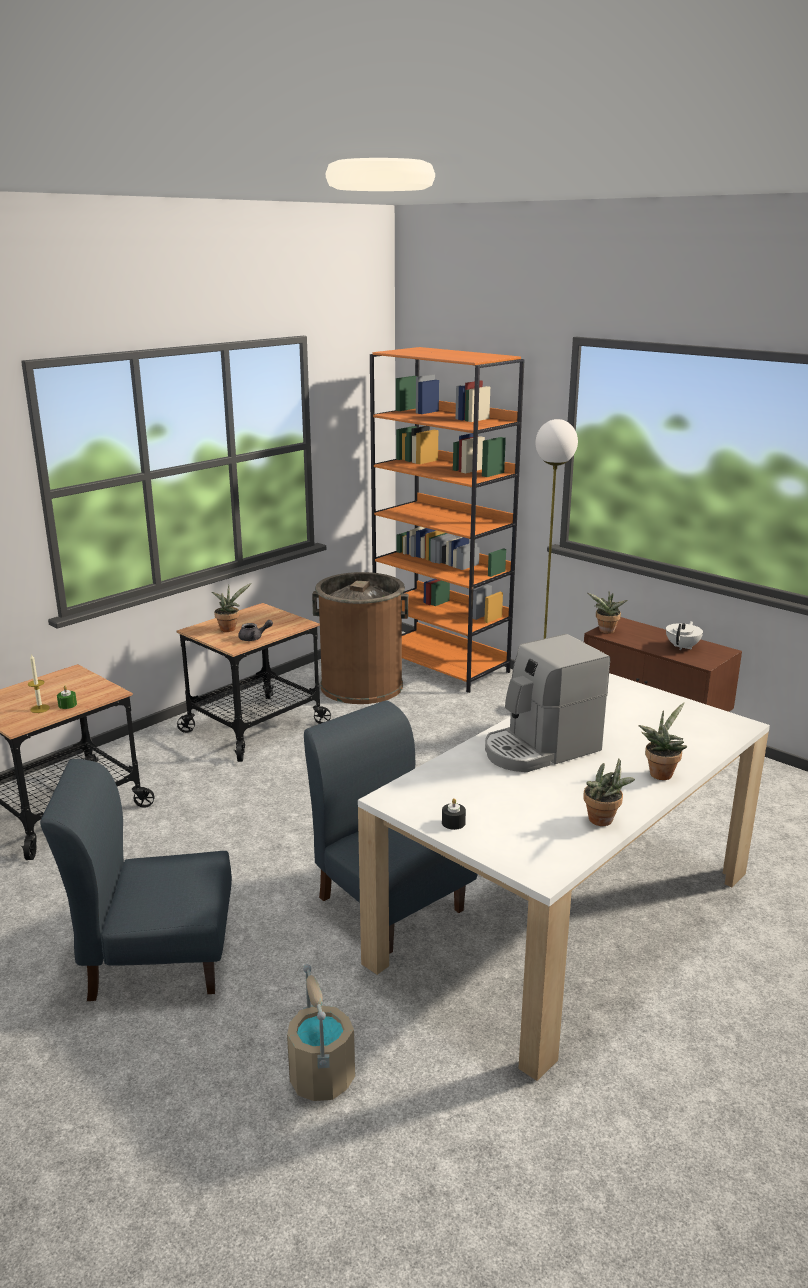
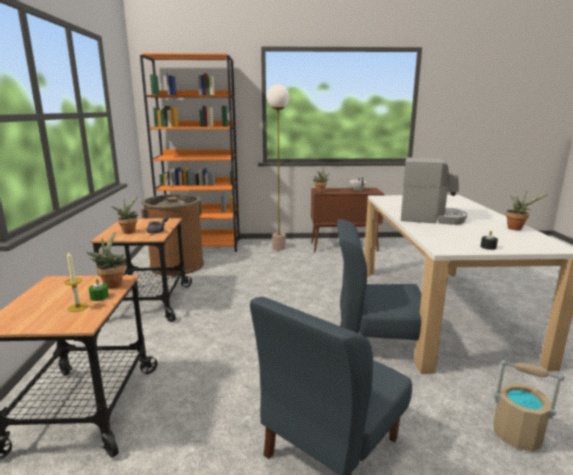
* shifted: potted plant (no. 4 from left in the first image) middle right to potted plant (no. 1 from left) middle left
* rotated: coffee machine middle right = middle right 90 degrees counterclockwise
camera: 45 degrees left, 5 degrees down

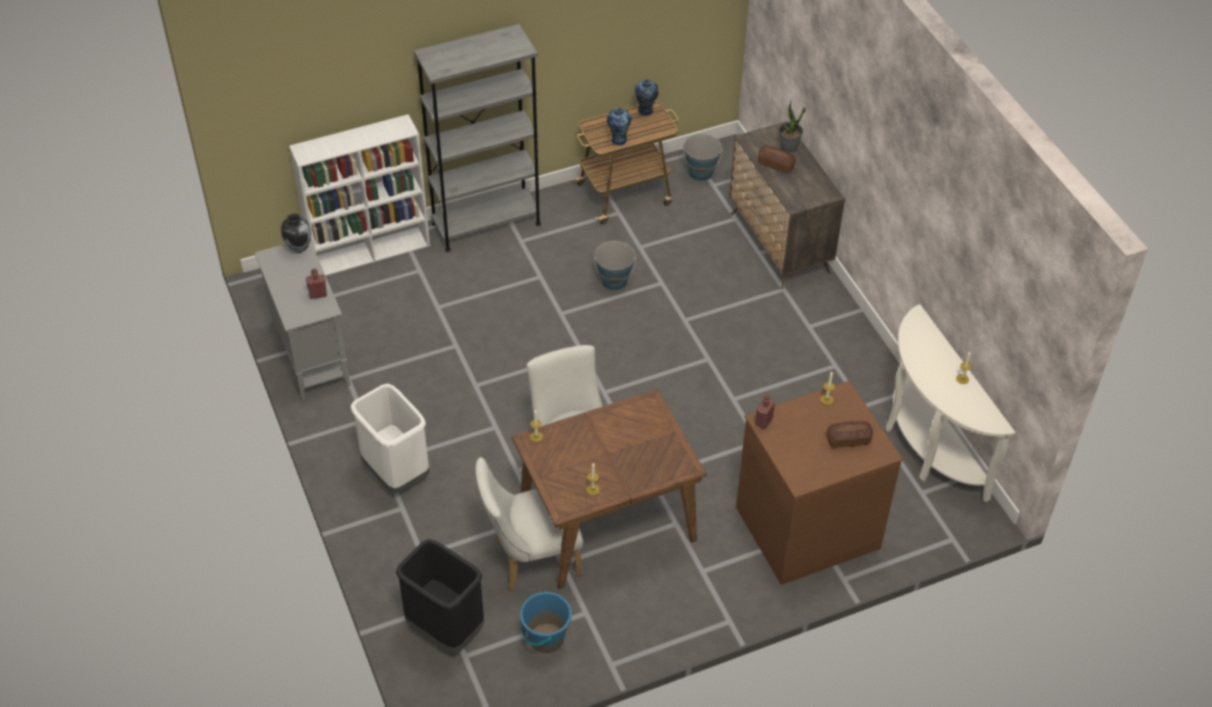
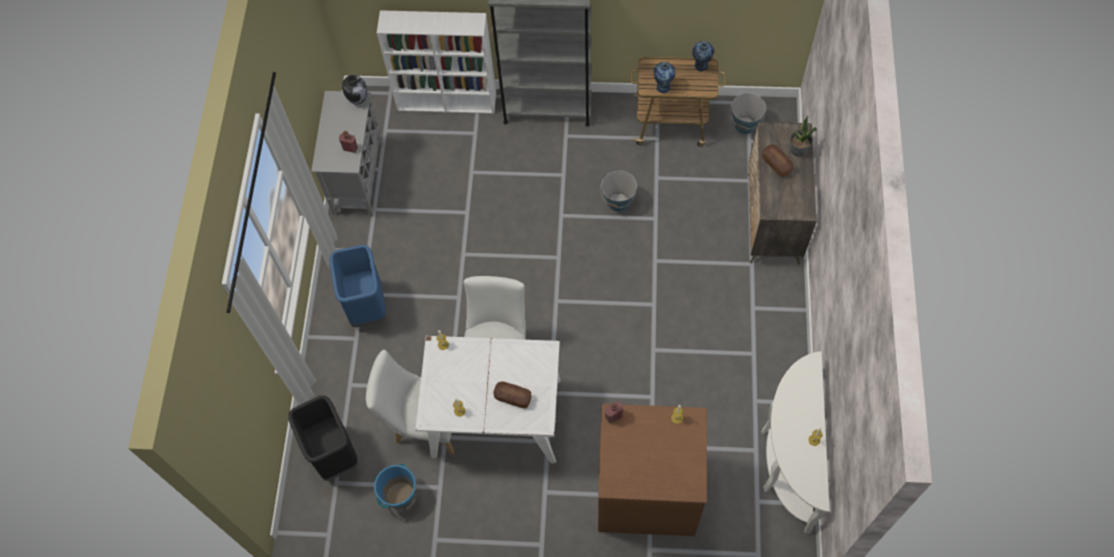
* repainted: white trash can middle left to blue trash can middle left
* repainted: brown dining table bottom centre to white dining table bottom centre
* shifted: bread (no. 2 from left in the first image) middle right to bread (no. 1 from left) bottom centre
camera: 30 degrees right, 15 degrees up

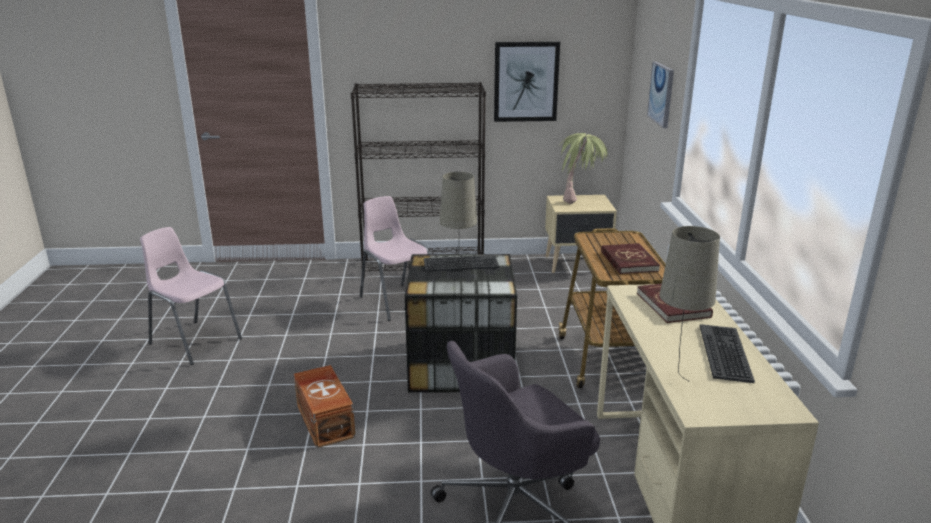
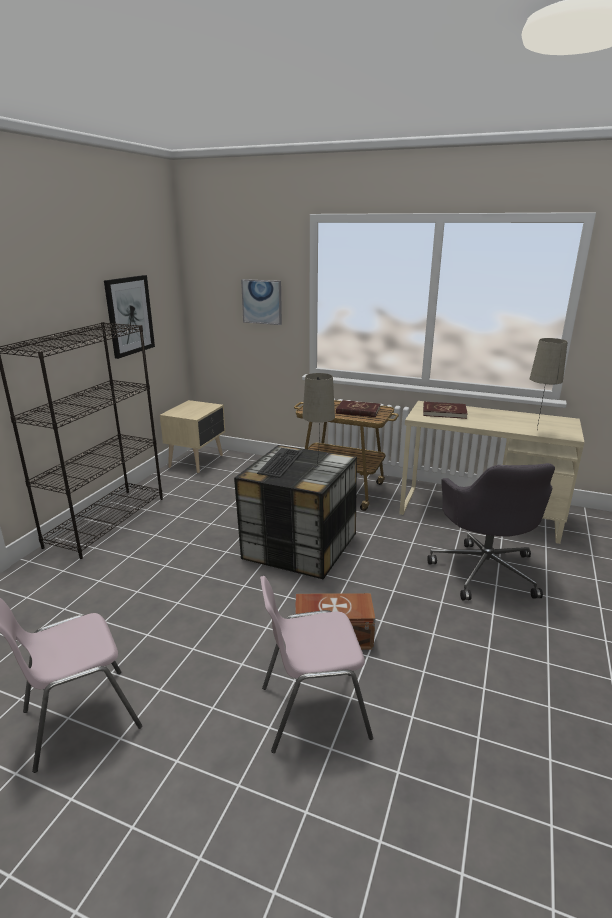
* shifted: pink chair (no. 2 from left) centre to bottom centre
* gone: potted plant top centre
* gone: keyboard (no. 2 from left) bottom right
camera: 65 degrees left, 0 degrees up

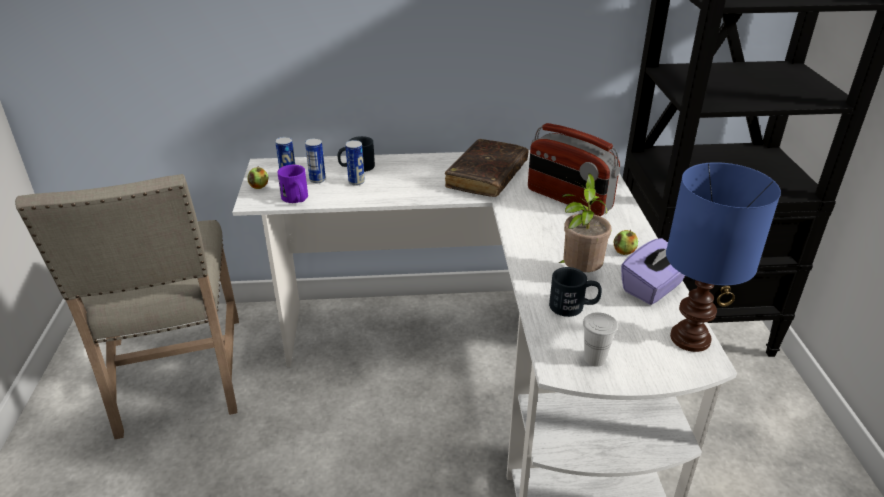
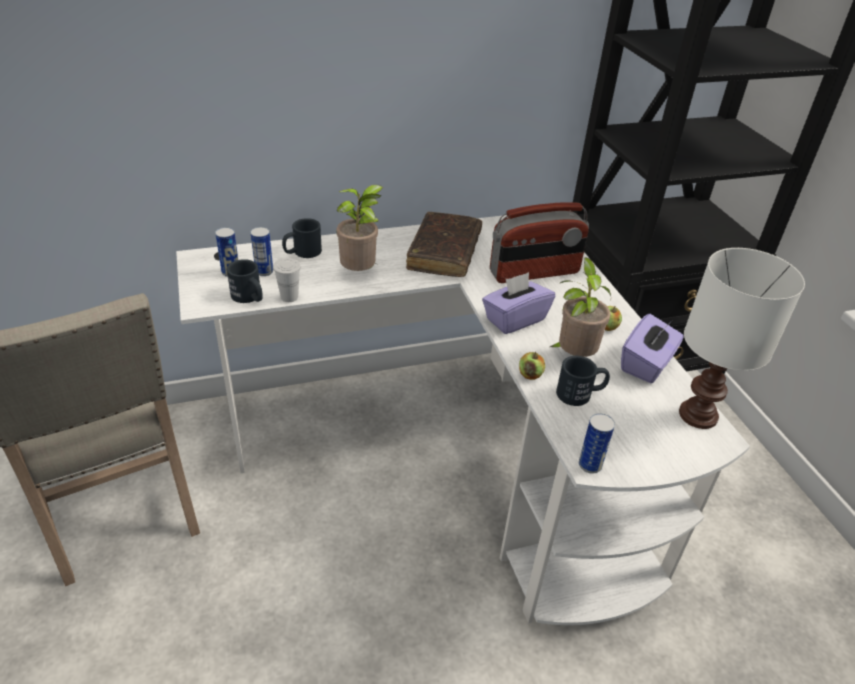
* repainted: purple mug middle left to black mug (no. 1 from left) middle left
* shifted: white cup bottom right to centre
* new: potted plant (no. 1 from left) centre
* new: purple tissue box (no. 1 from left) centre
* rotated: radio centre = centre 45 degrees counterclockwise
* shifted: apple (no. 1 from left) middle left to centre
* shifted: can (no. 3 from left) top centre to middle right
* repainted: blue table lamp middle right to white table lamp middle right
camera: 15 degrees left, 5 degrees up

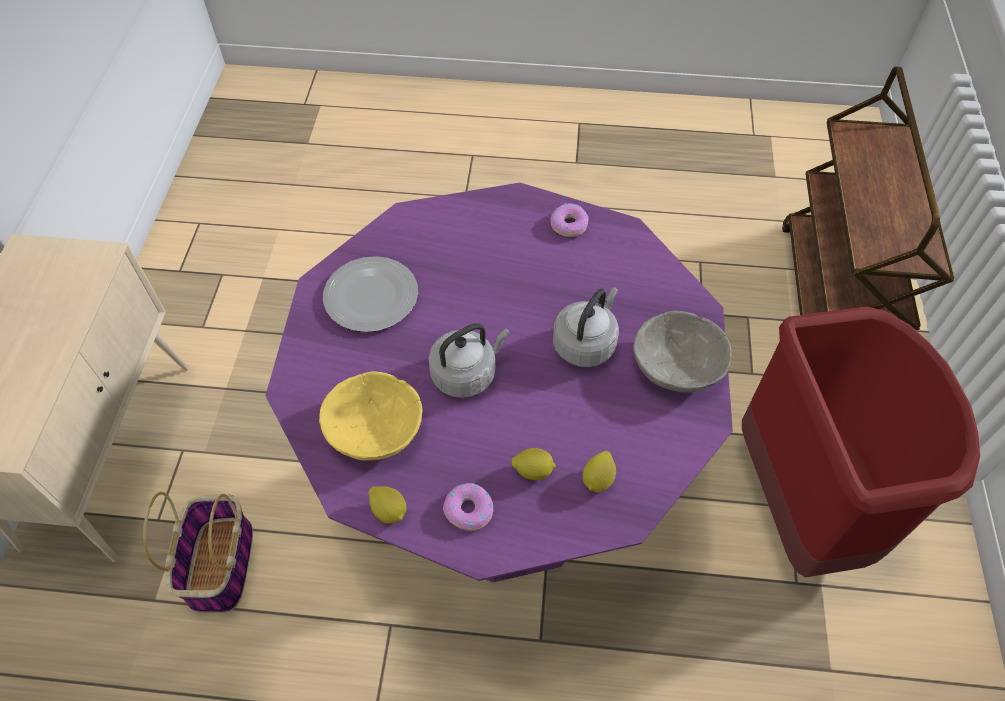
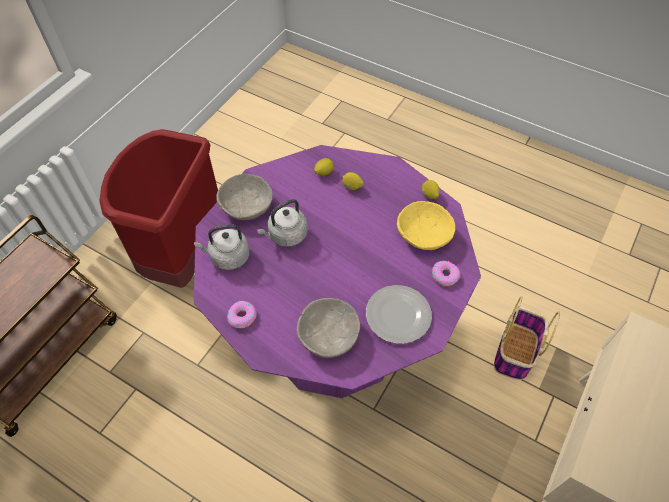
* shifted: grey kettle (no. 1 from left) centre to middle left
* new: grey bowl (no. 2 from left) centre
* shifted: donut (no. 1 from left in the first image) bottom centre to donut (no. 2 from left) middle right
camera: 155 degrees left, 0 degrees up

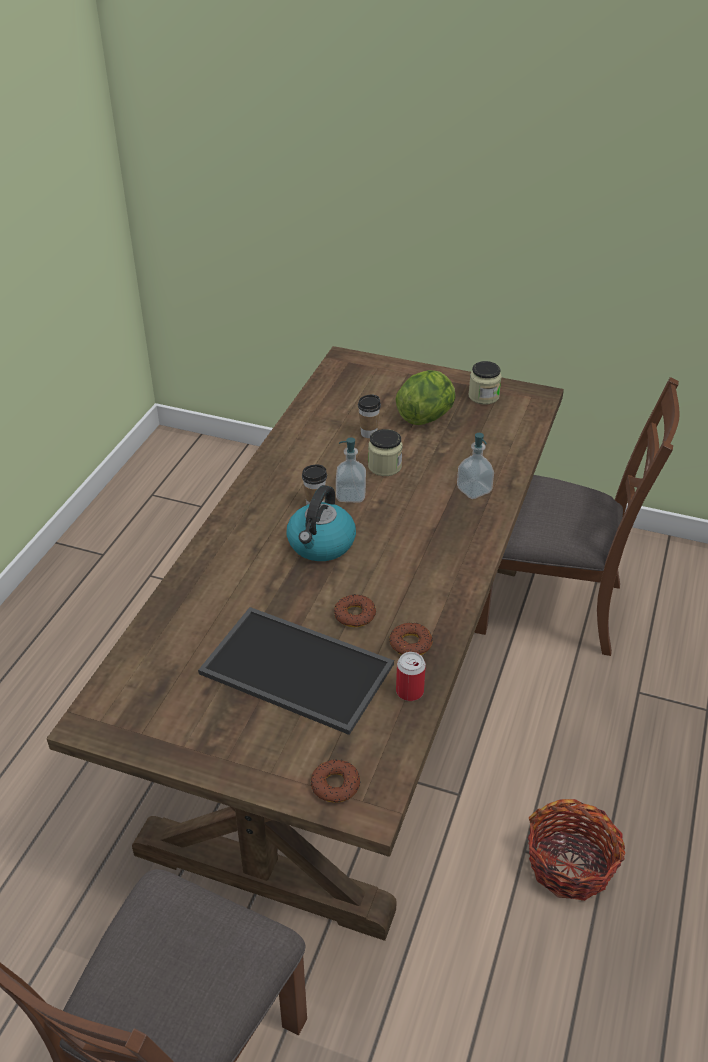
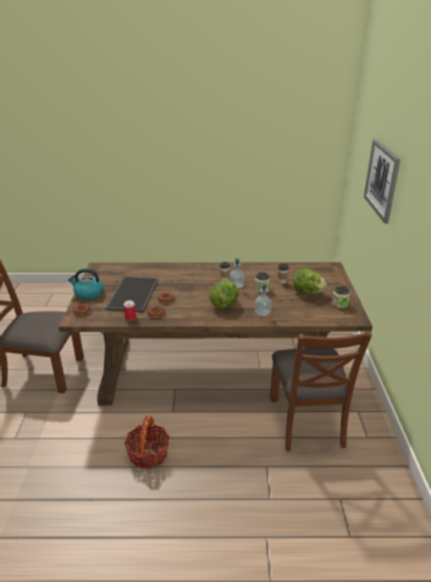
* shifted: kettle centre to middle left
* new: lettuce (no. 1 from left) centre
* new: picture top right
camera: 70 degrees right, 10 degrees down

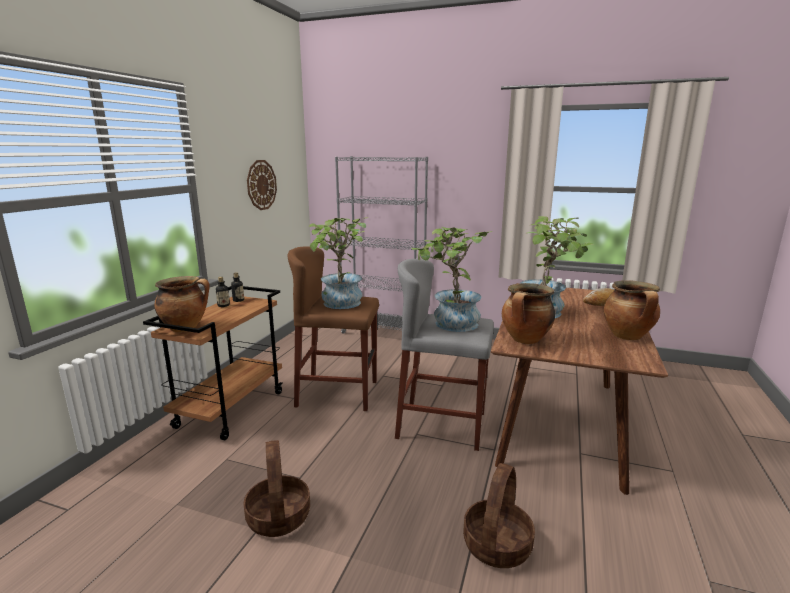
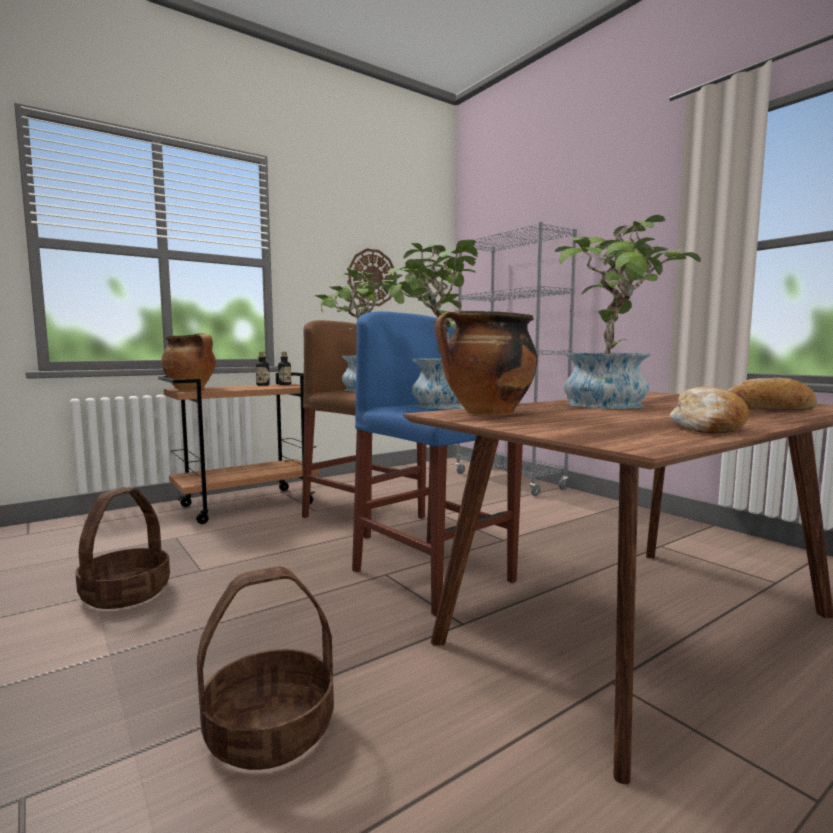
* repainted: grey stool centre to blue stool centre
* swapped: cooking pot (no. 3 from left) middle right to bread (no. 1 from left) middle right
camera: 35 degrees right, 10 degrees down

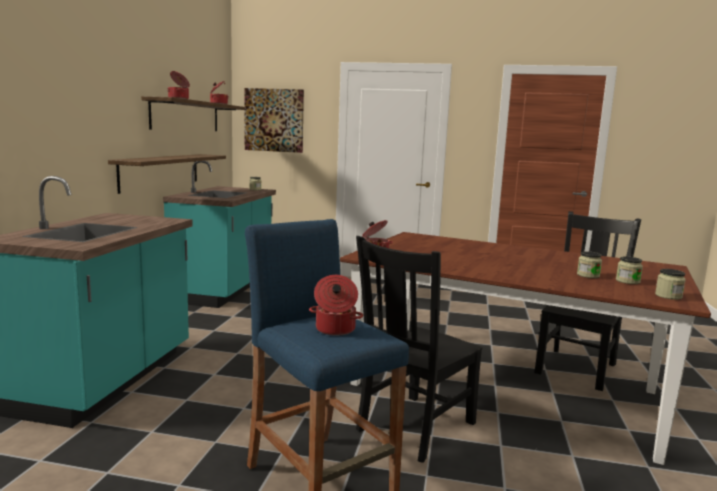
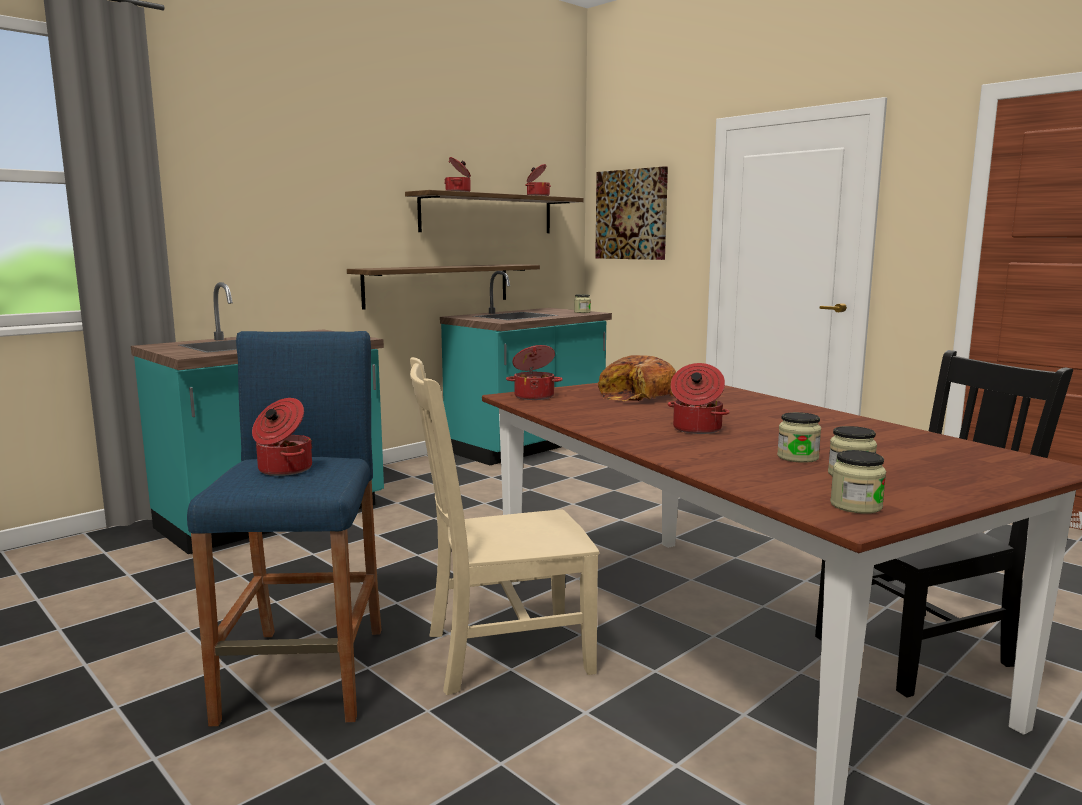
* repainted: black chair (no. 1 from left) bottom centre to beige chair centre
* new: bread centre
* new: cooking pot (no. 5 from left) centre
camera: 35 degrees right, 0 degrees up

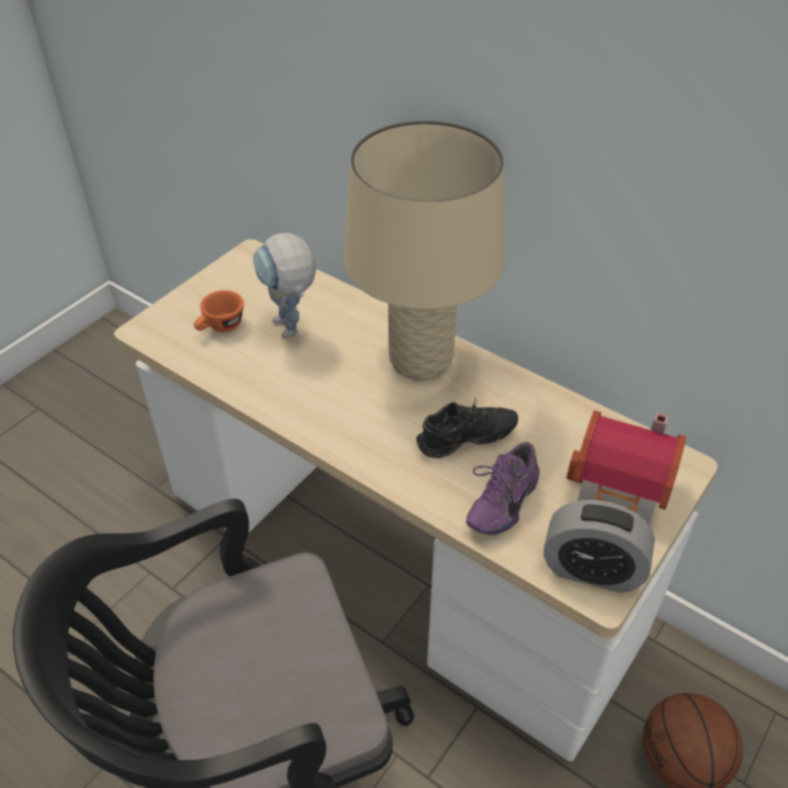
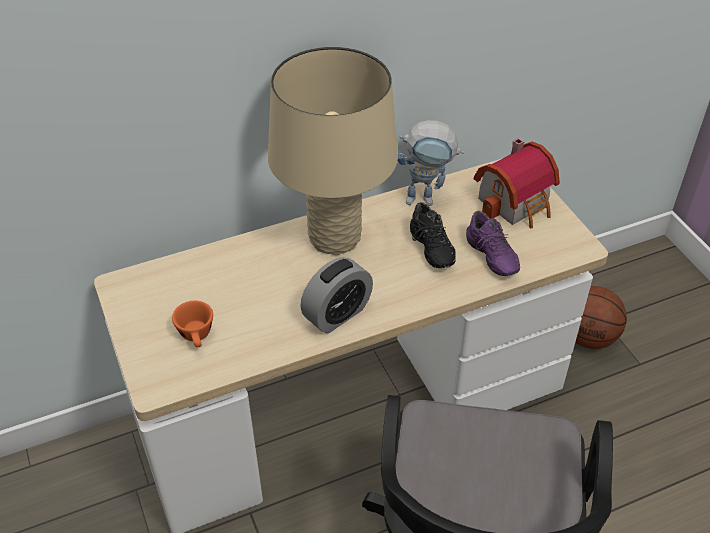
* shifted: alarm clock bottom right to centre
* shifted: toy robot centre to top centre
* rotated: black shoe centre = centre 150 degrees clockwise
camera: 60 degrees left, 0 degrees up

